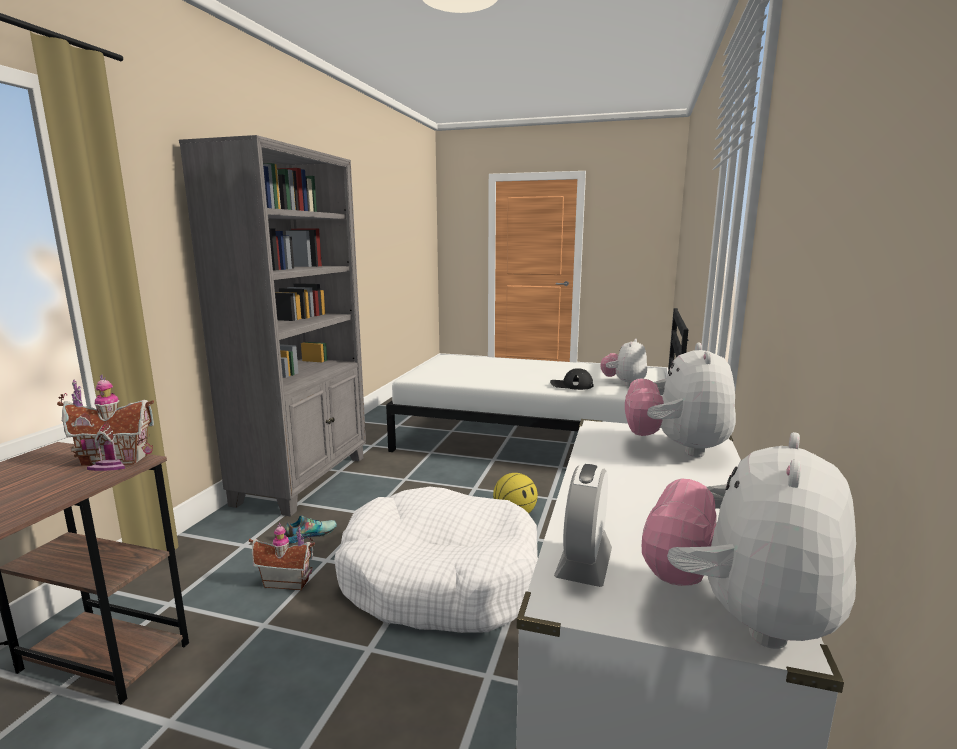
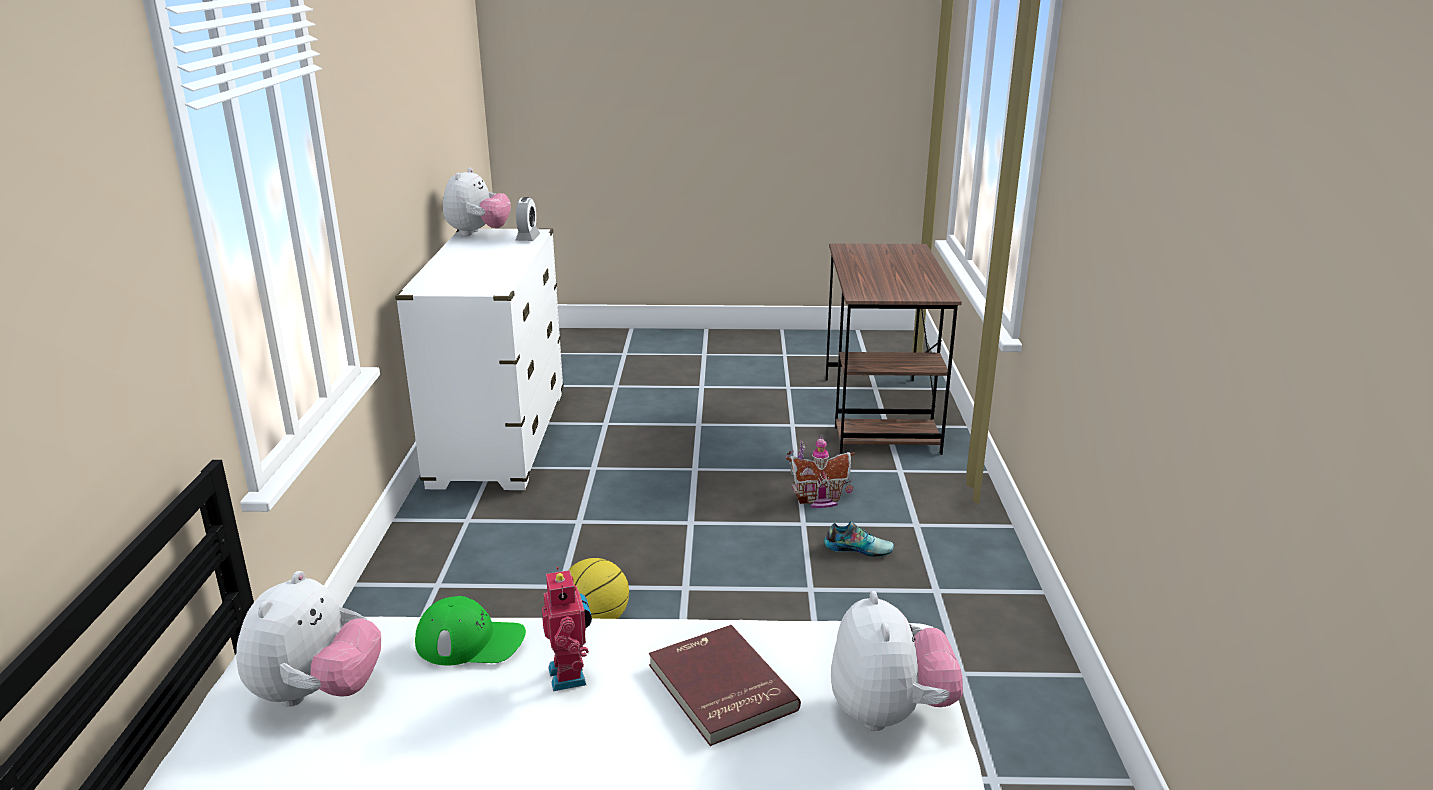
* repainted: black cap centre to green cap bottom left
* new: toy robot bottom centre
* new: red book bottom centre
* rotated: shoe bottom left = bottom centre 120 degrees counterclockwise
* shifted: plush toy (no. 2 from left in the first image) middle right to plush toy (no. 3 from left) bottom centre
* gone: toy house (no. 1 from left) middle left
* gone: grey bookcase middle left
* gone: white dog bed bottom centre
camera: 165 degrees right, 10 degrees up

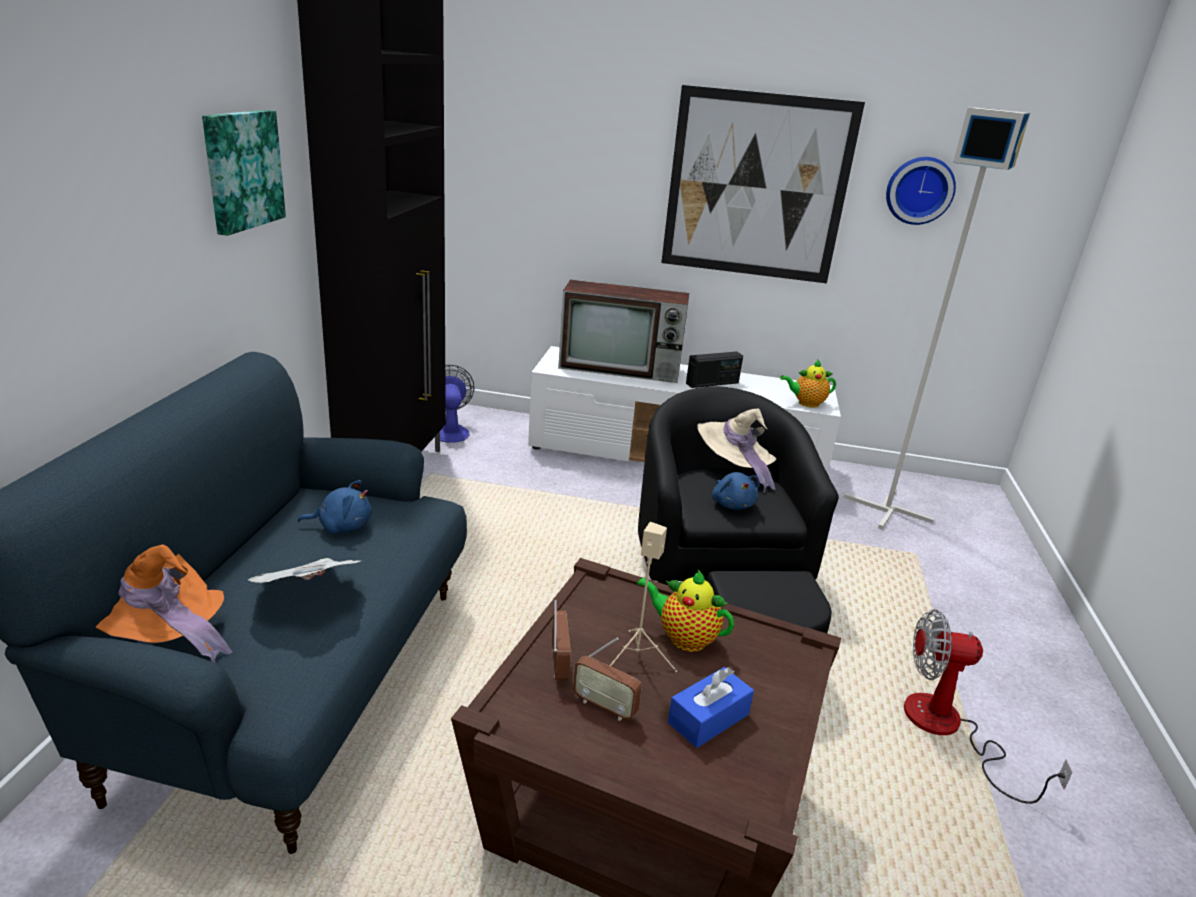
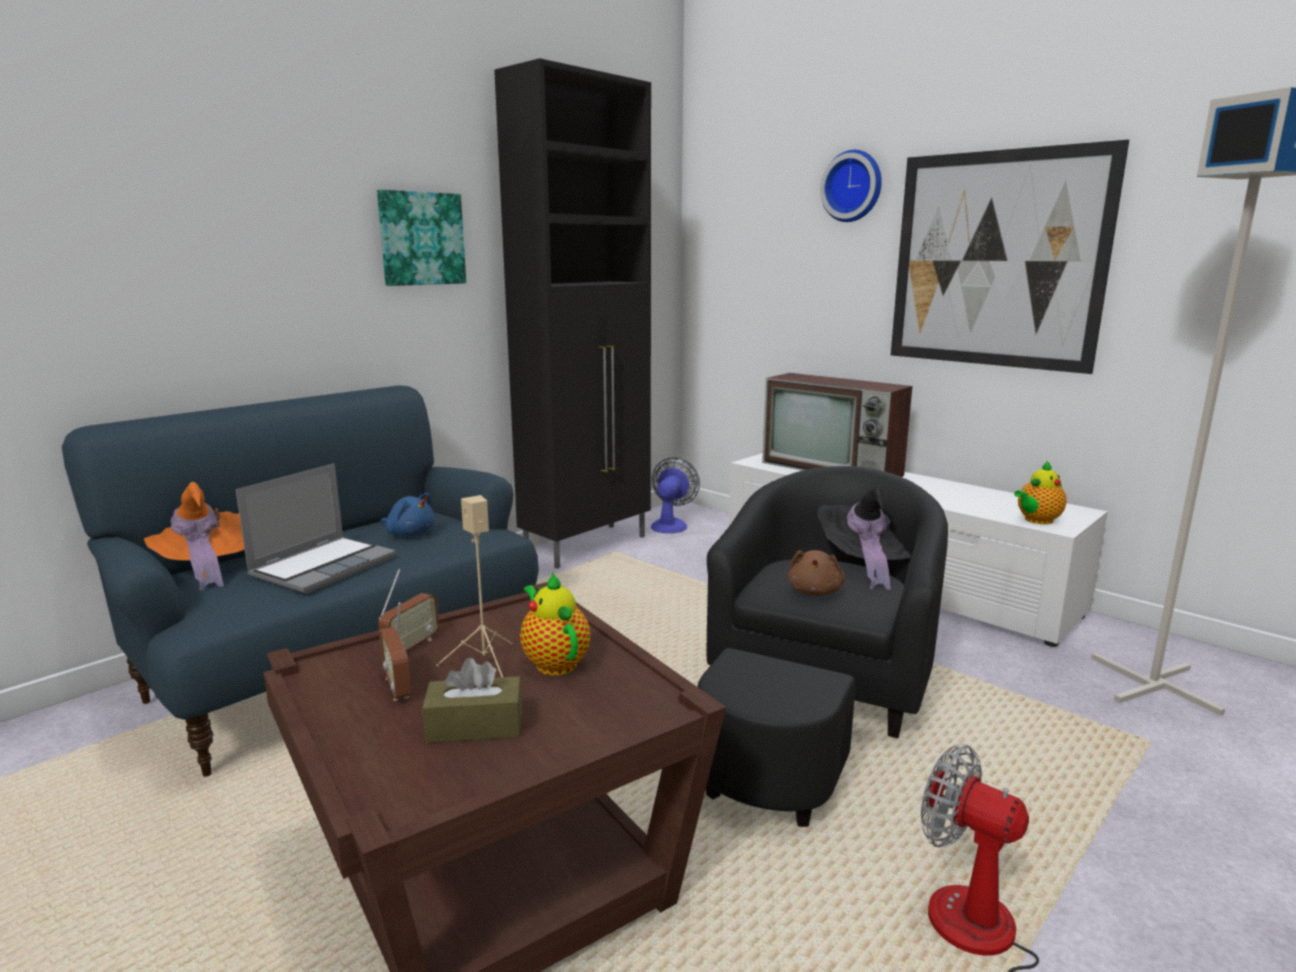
* swapped: newspaper middle left to laptop middle left
* repainted: blue tissue box bottom centre to brown tissue box bottom centre
* repainted: blue plush toy (no. 2 from left) centre to brown plush toy centre
* repainted: beige hat centre to black hat middle right
* shifted: wall clock top right to top centre
* rotated: teapot (no. 2 from left) middle right = middle right 60 degrees counterclockwise
* gone: radio (no. 3 from left) centre
camera: 35 degrees right, 10 degrees down

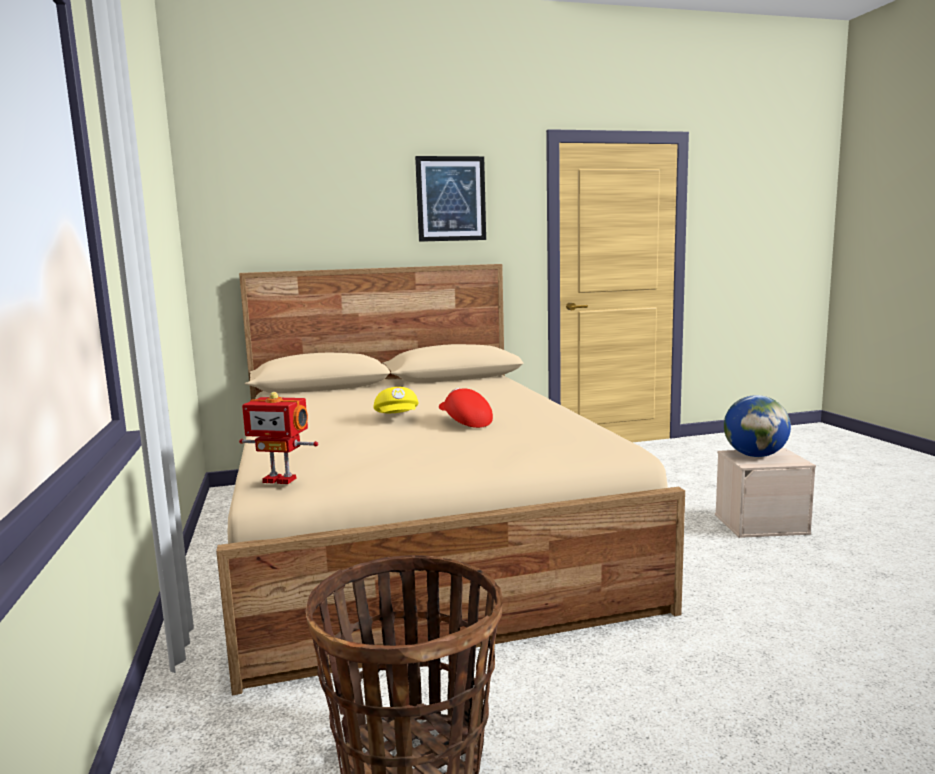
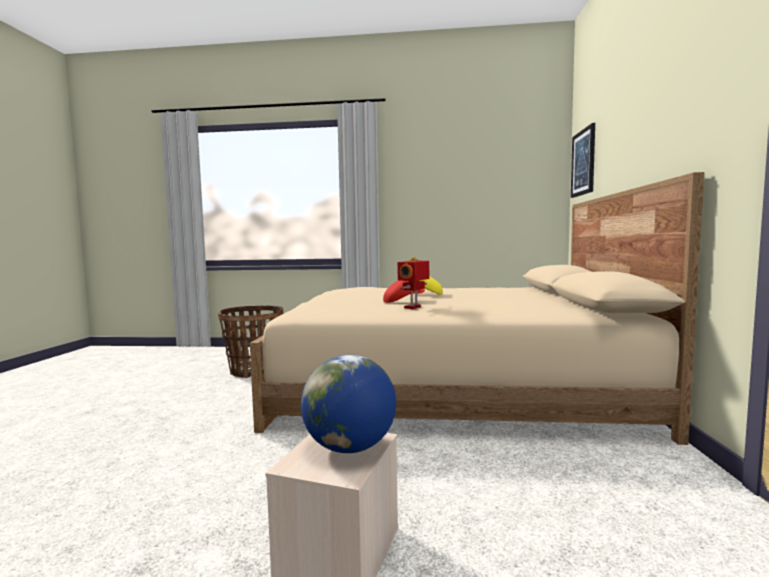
* shifted: toy robot middle left to centre
* shifted: picture top centre to top right
camera: 110 degrees right, 5 degrees down

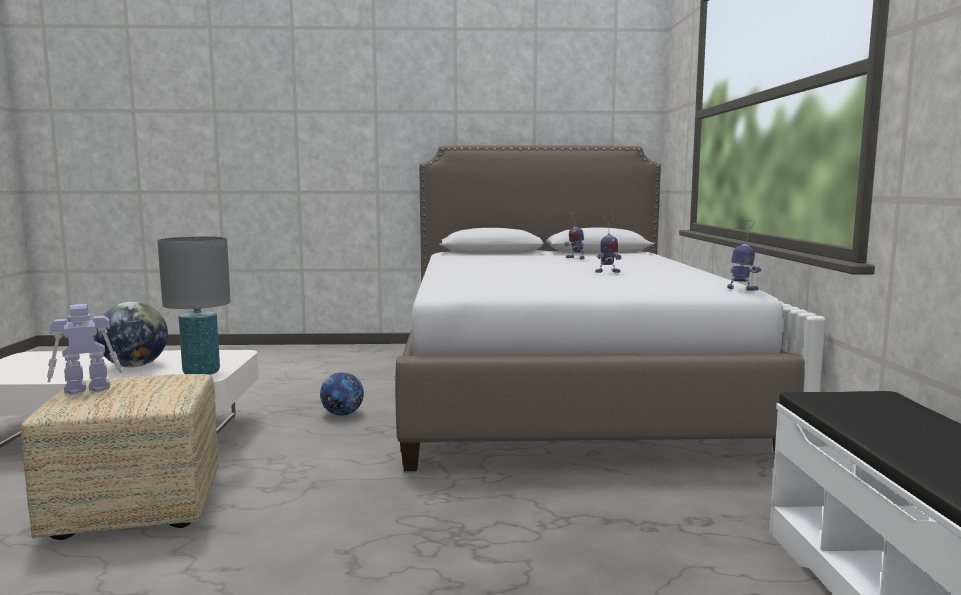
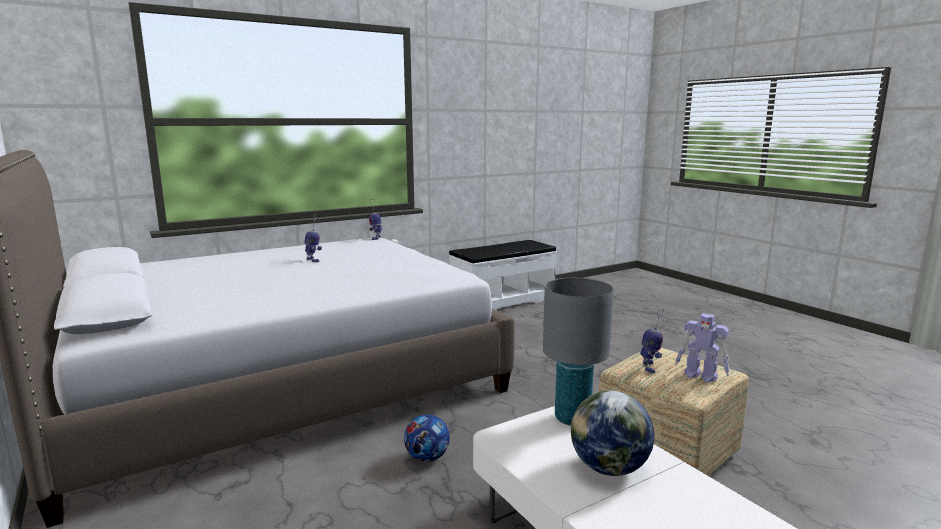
* shifted: toy robot (no. 2 from left in the first image) centre to toy robot (no. 3 from left) middle right
camera: 120 degrees left, 5 degrees up

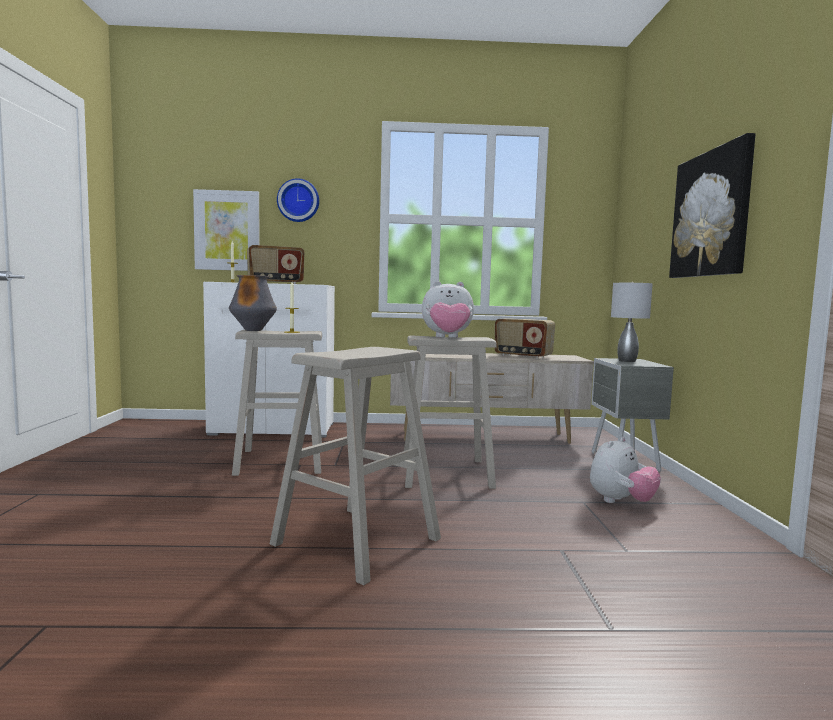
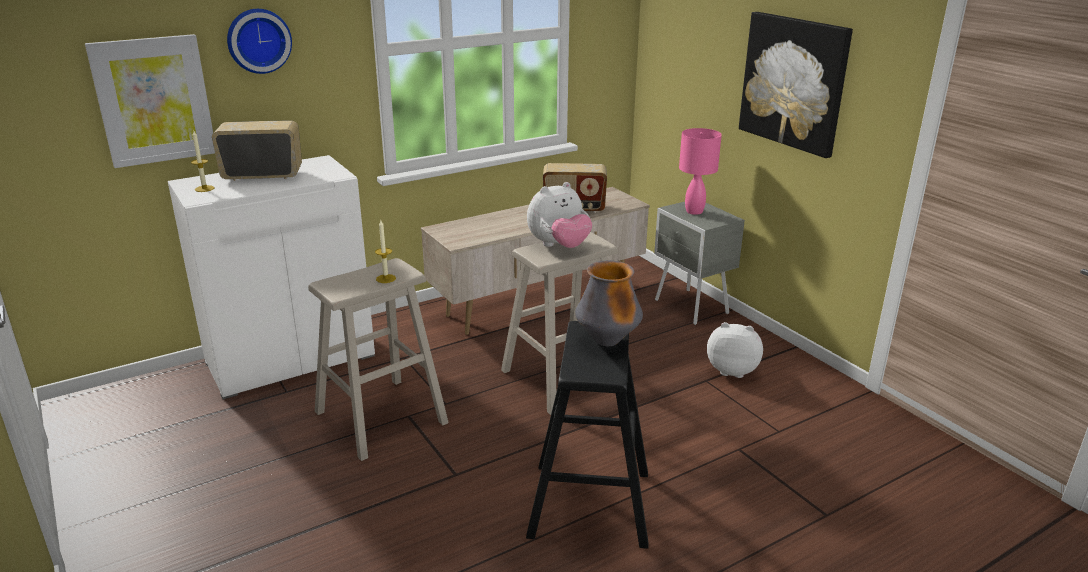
* rotated: radio (no. 1 from left) middle left = top left 135 degrees counterclockwise
* repainted: beige stool (no. 2 from left) centre to black stool bottom centre
* shifted: vase middle left to centre
* repainted: grey table lamp middle right to pink table lamp top centre
* rotated: plush toy (no. 2 from left) middle right = middle right 90 degrees counterclockwise
camera: 30 degrees left, 20 degrees up

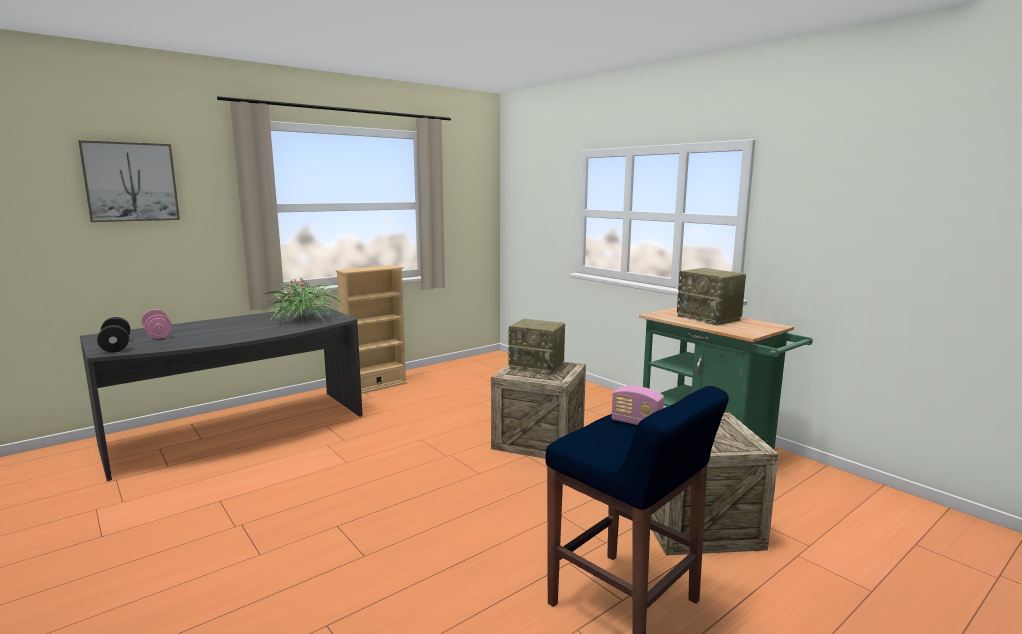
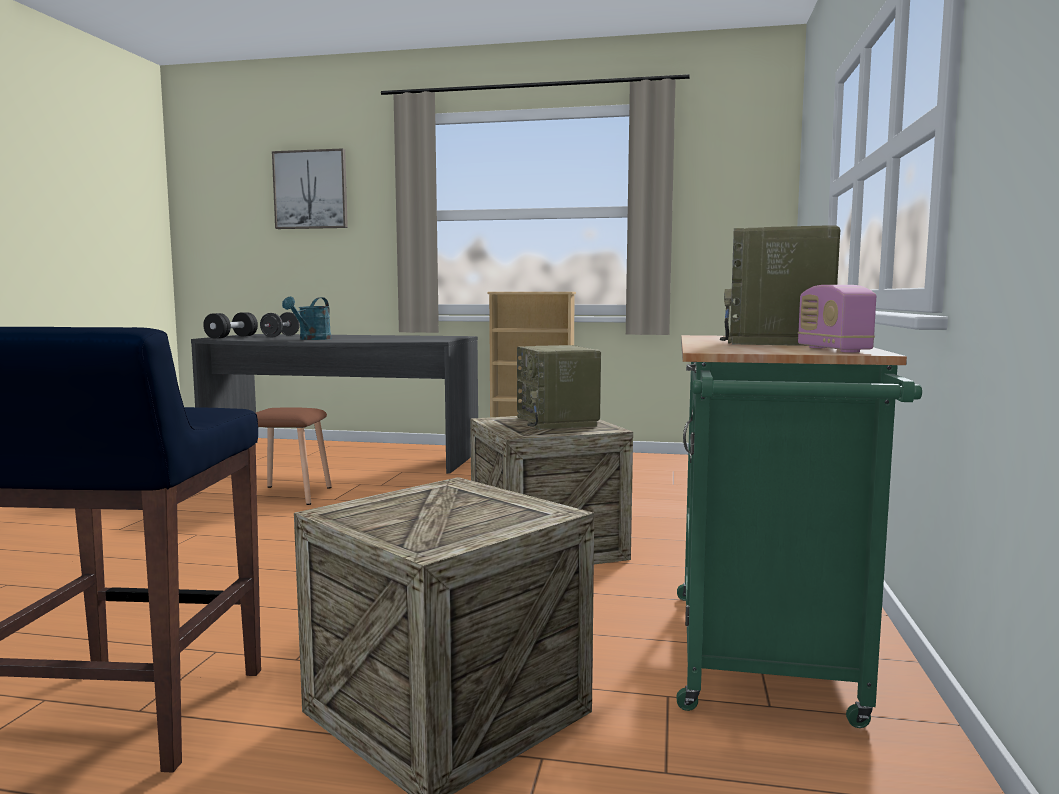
* new: brown stool middle left
* repainted: pink dumbbell middle left to black dumbbell (no. 2 from left) middle left
* new: turquoise watering can middle left
* shifted: radio (no. 2 from left in the first image) centre to radio (no. 3 from left) middle right
* gone: potted plant middle left
camera: 50 degrees right, 5 degrees down

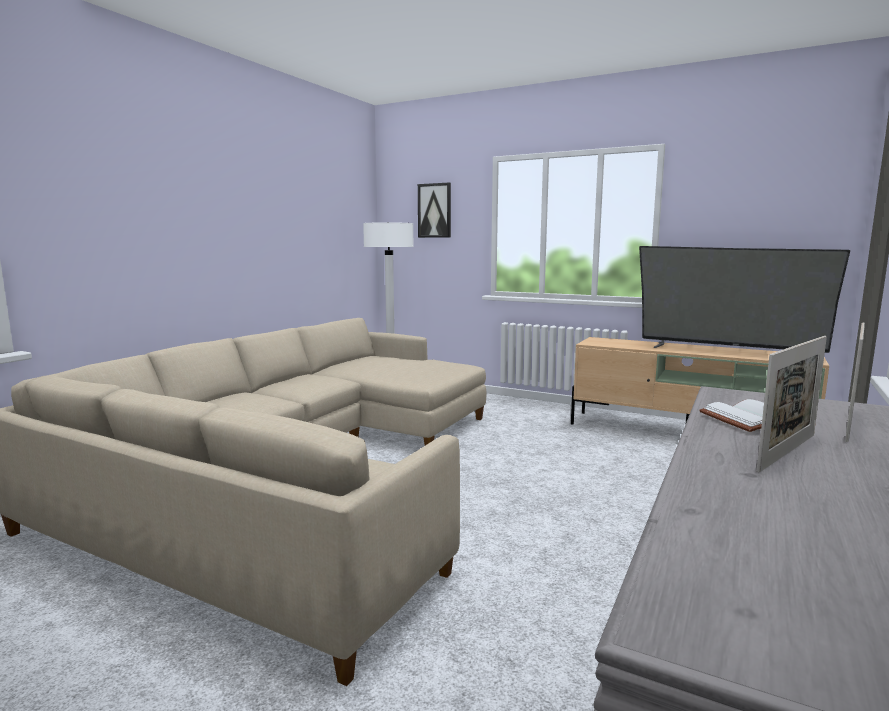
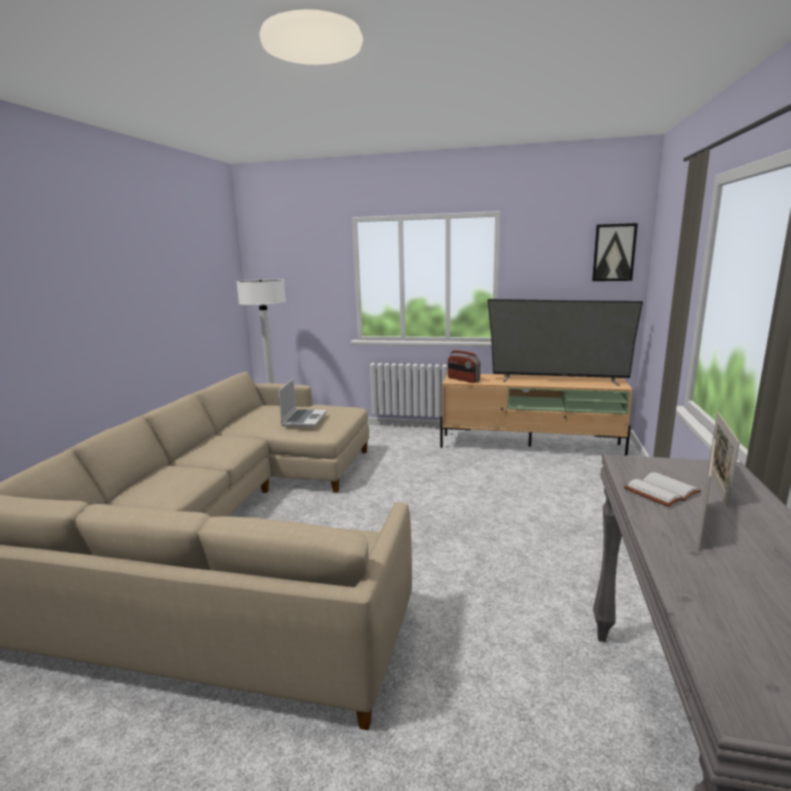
* new: laptop centre
* new: radio centre
* shifted: picture top centre to top right
camera: 15 degrees left, 5 degrees up

